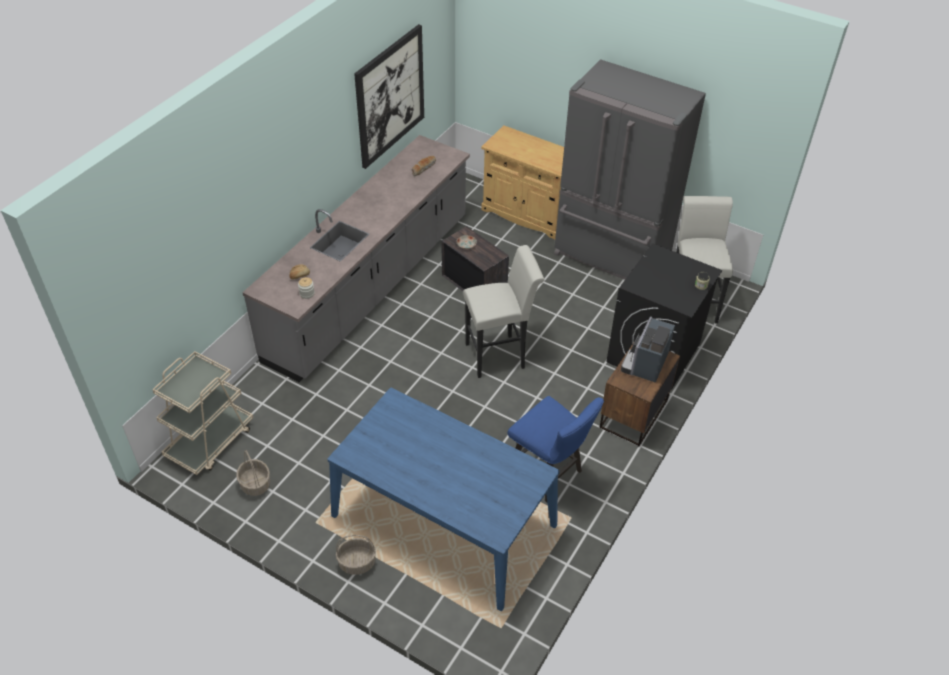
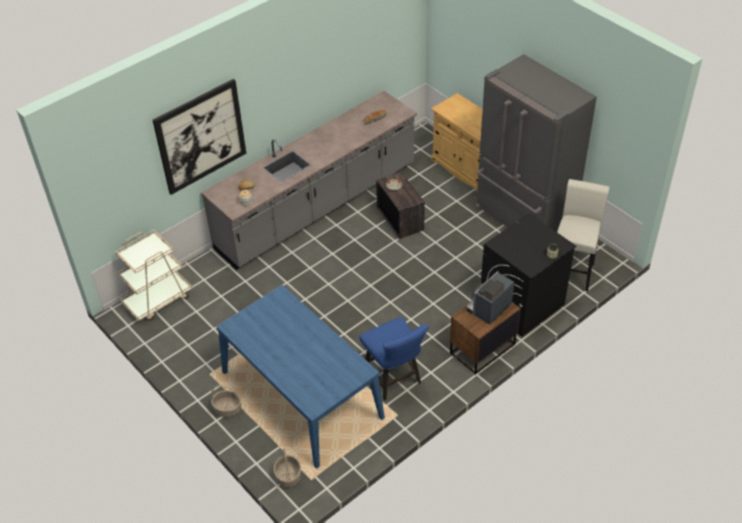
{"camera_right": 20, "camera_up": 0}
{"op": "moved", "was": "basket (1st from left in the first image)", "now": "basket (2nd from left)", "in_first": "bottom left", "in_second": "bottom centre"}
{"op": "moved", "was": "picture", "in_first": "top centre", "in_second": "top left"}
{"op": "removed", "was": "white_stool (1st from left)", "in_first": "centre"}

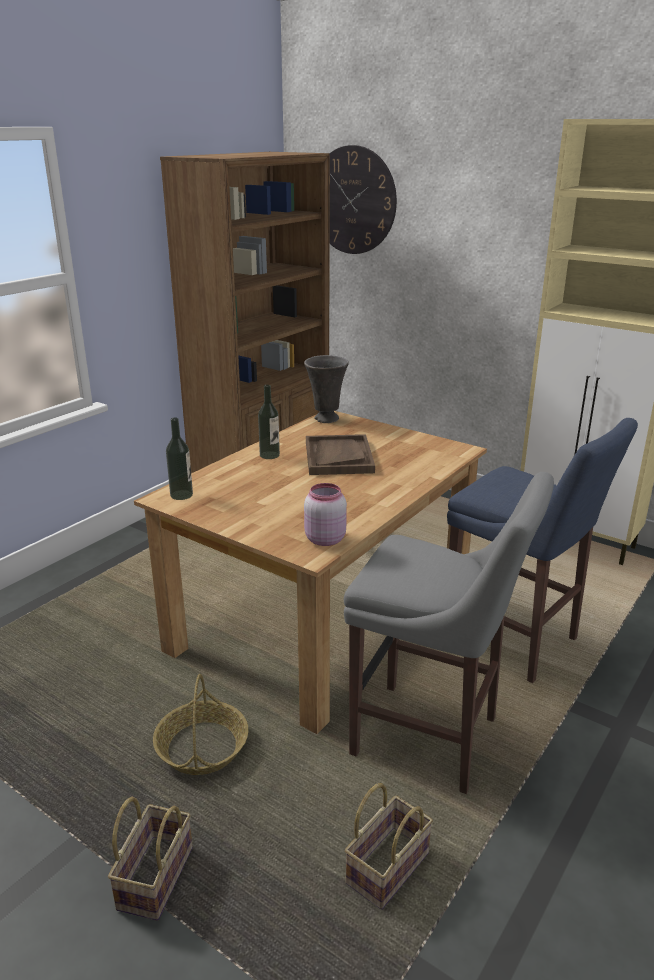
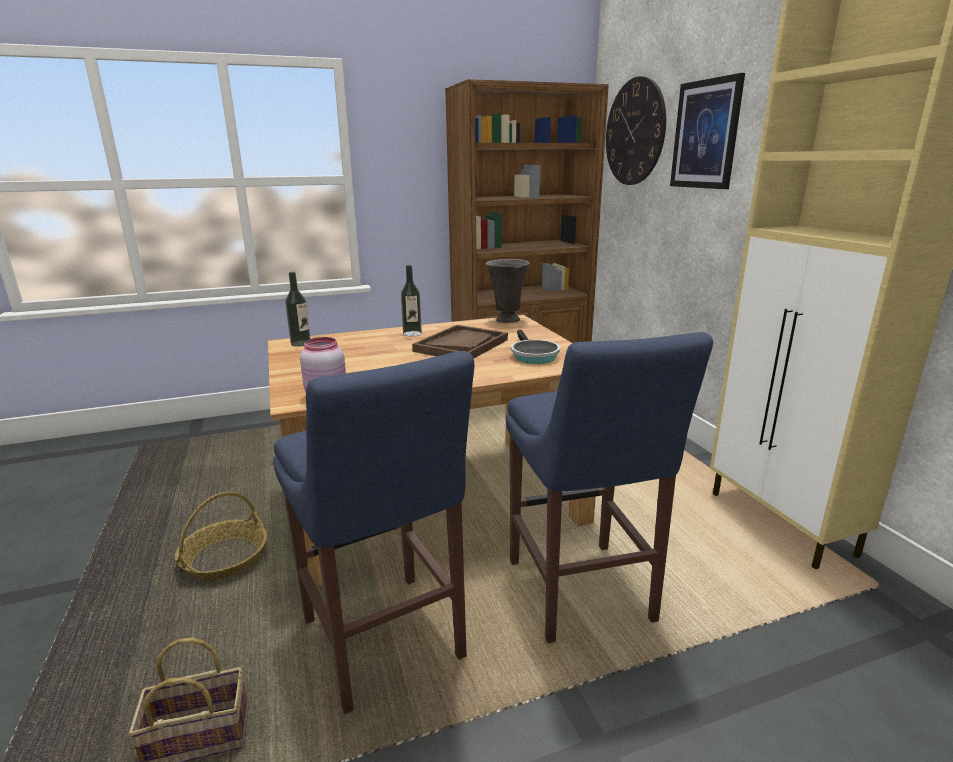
{"camera_right": 35, "camera_up": -5}
{"op": "removed", "was": "basket (1st from left)", "in_first": "bottom left"}
{"op": "recoloured", "was": "grey_stool", "now": "blue_stool (1st from left)", "in_first": "middle right", "in_second": "bottom centre"}
{"op": "added", "now": "frying_pan", "in_second": "centre"}
{"op": "added", "now": "picture", "in_second": "top right"}

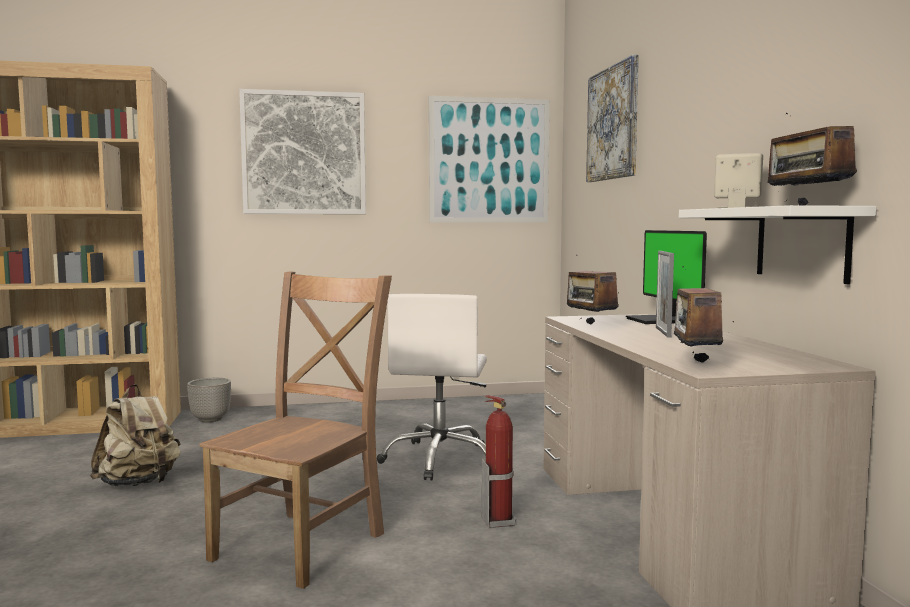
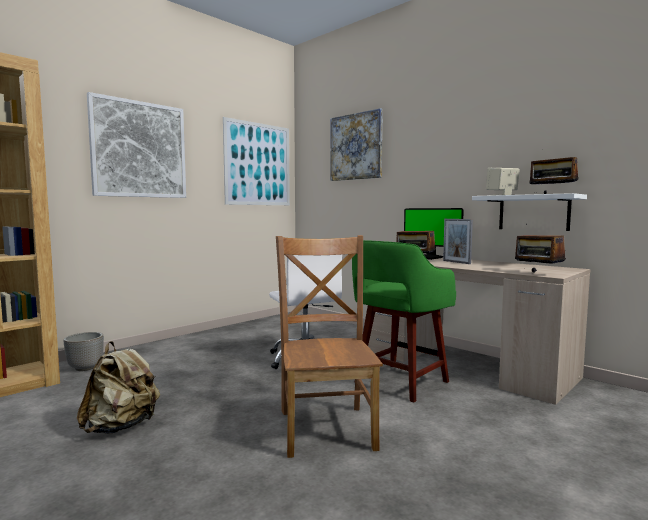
{"camera_right": -35, "camera_up": 0}
{"op": "replaced", "was": "fire_extinguisher", "now": "green_stool", "in_first": "bottom centre", "in_second": "centre"}

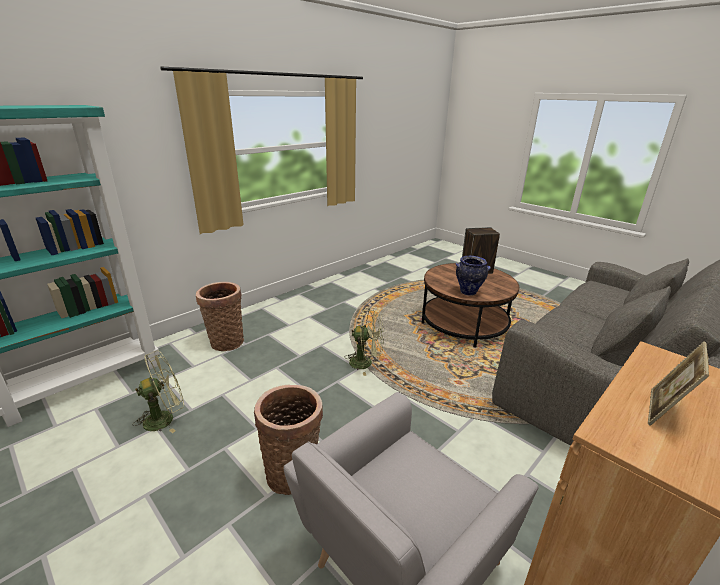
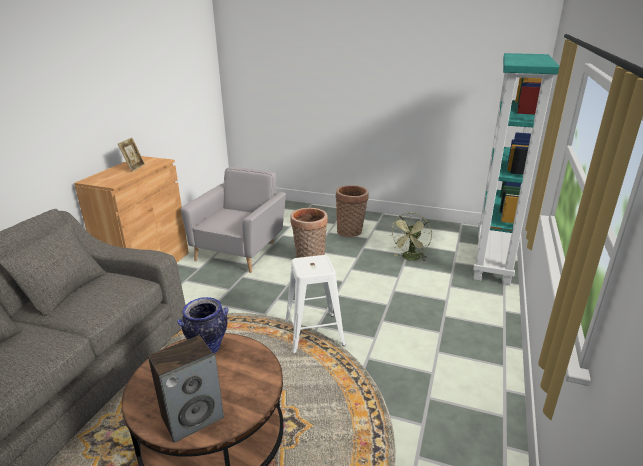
{"camera_right": 155, "camera_up": 0}
{"op": "moved", "was": "basket (1st from left in the first image)", "now": "basket (2nd from left)", "in_first": "middle left", "in_second": "centre"}
{"op": "replaced", "was": "green_fan (2nd from left)", "now": "white_stool", "in_first": "centre", "in_second": "centre"}

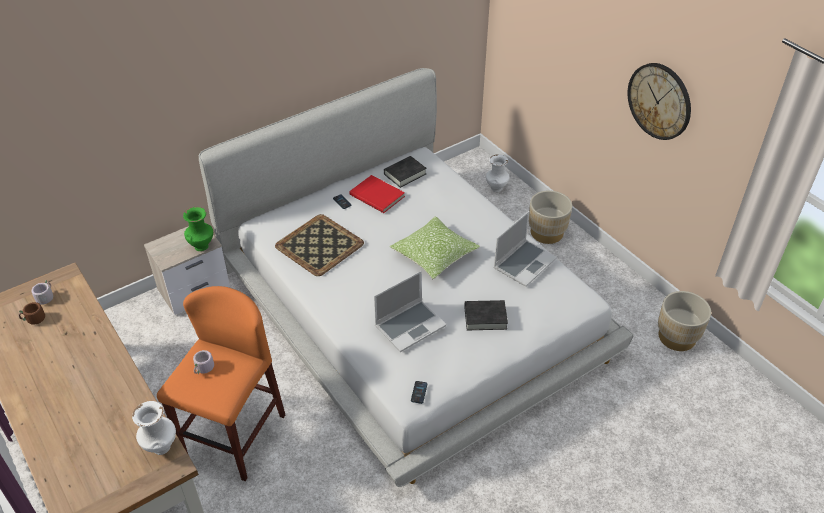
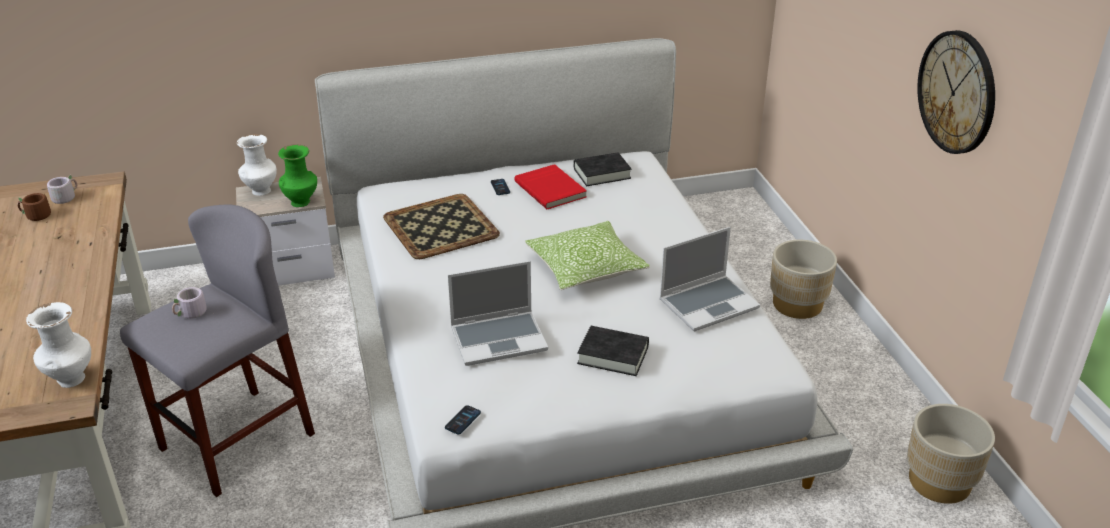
{"camera_right": 20, "camera_up": -10}
{"op": "recoloured", "was": "orange_stool", "now": "grey_stool", "in_first": "bottom left", "in_second": "middle left"}
{"op": "moved", "was": "white_vase (2nd from left)", "in_first": "centre", "in_second": "top left"}

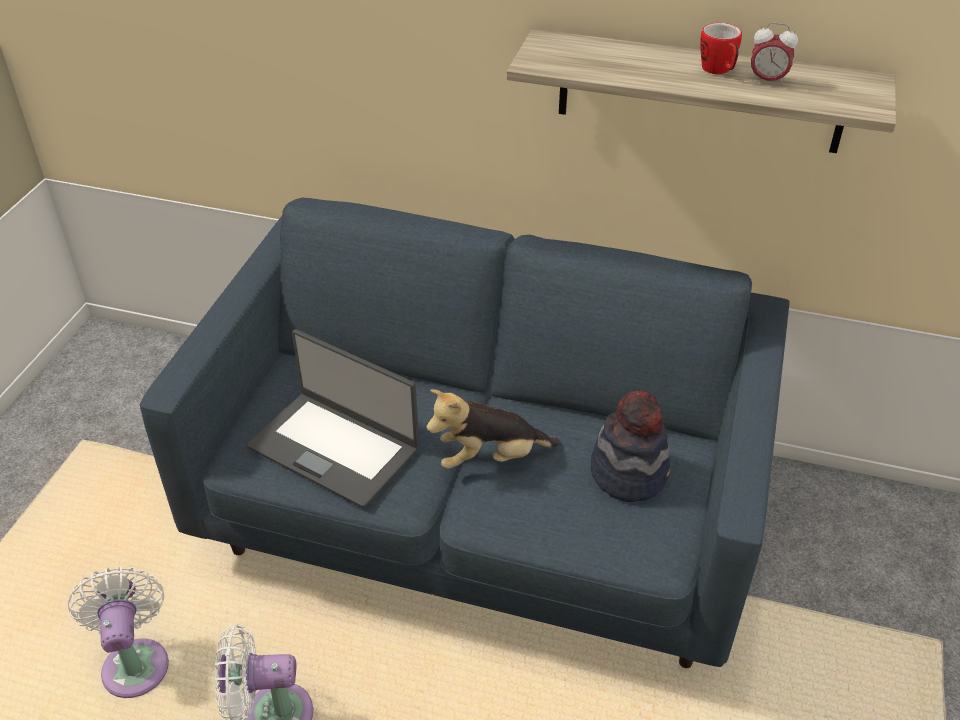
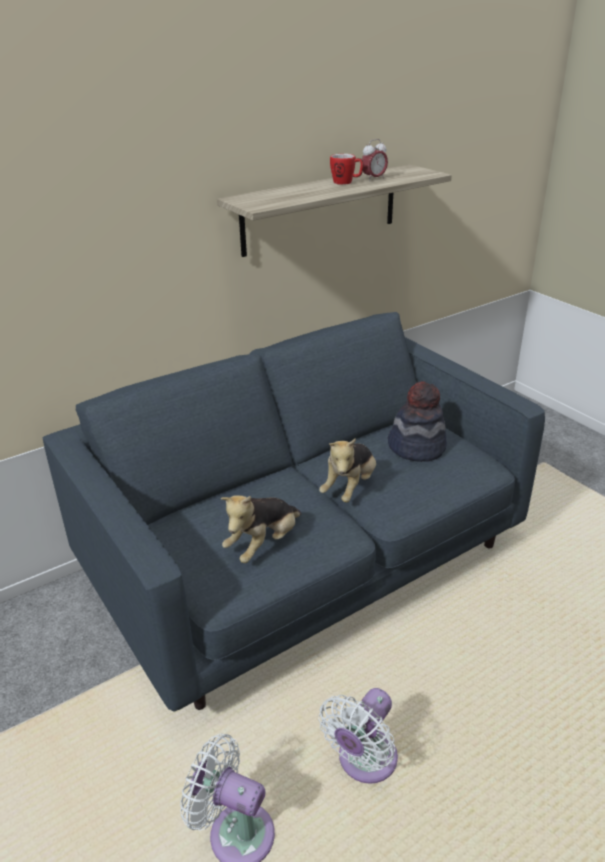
{"camera_right": -50, "camera_up": -10}
{"op": "replaced", "was": "laptop", "now": "plush_toy (1st from left)", "in_first": "centre", "in_second": "centre"}

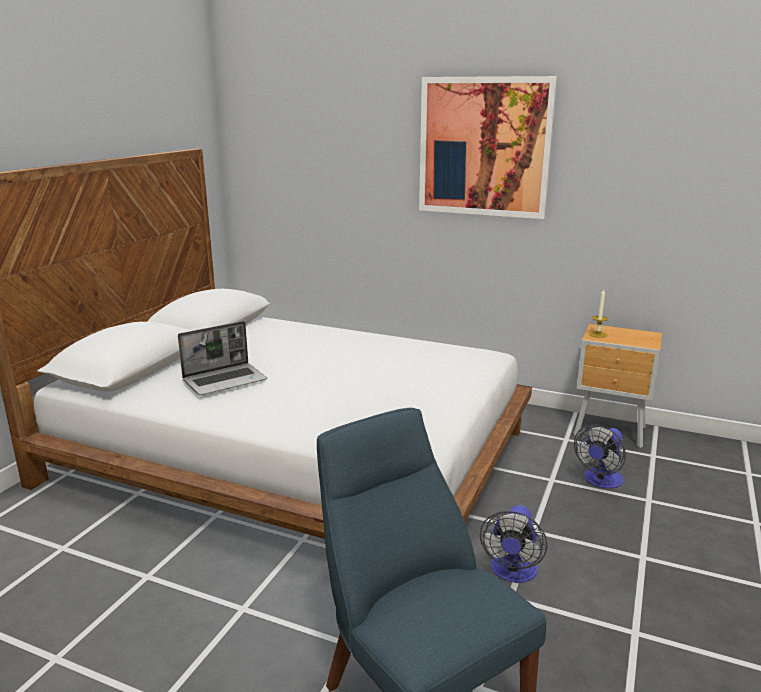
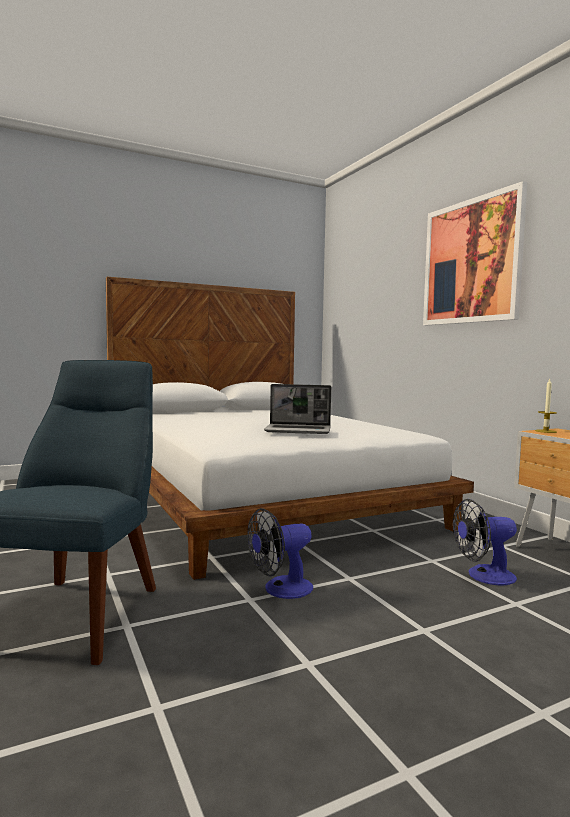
{"camera_right": 40, "camera_up": -15}
{"op": "moved", "was": "laptop", "in_first": "middle left", "in_second": "centre"}

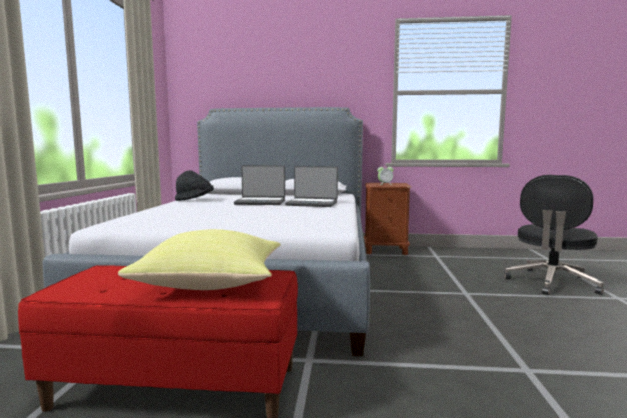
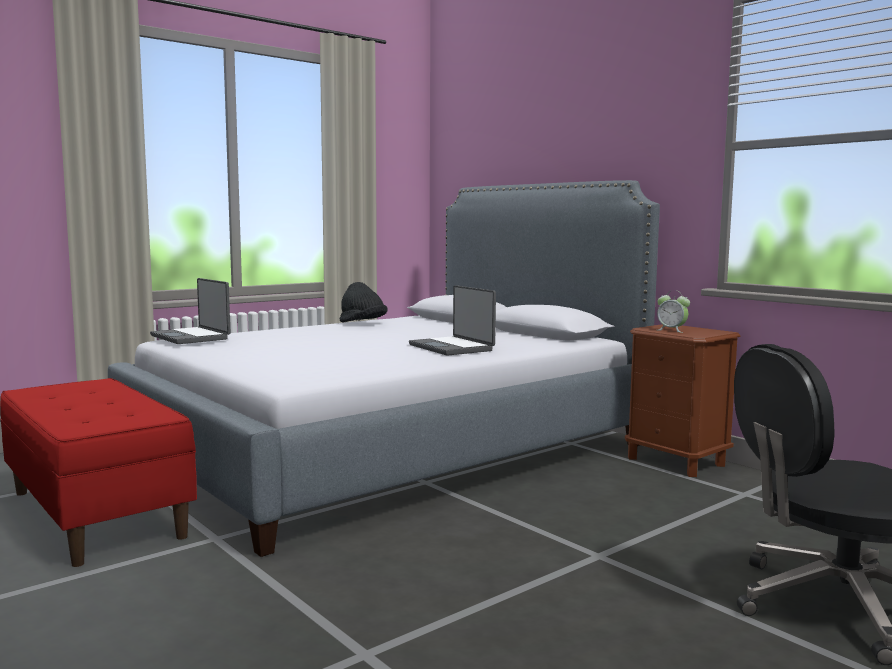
{"camera_right": 45, "camera_up": 0}
{"op": "removed", "was": "yellow_pillow", "in_first": "middle left"}
{"op": "moved", "was": "laptop (1st from left)", "in_first": "centre", "in_second": "middle left"}

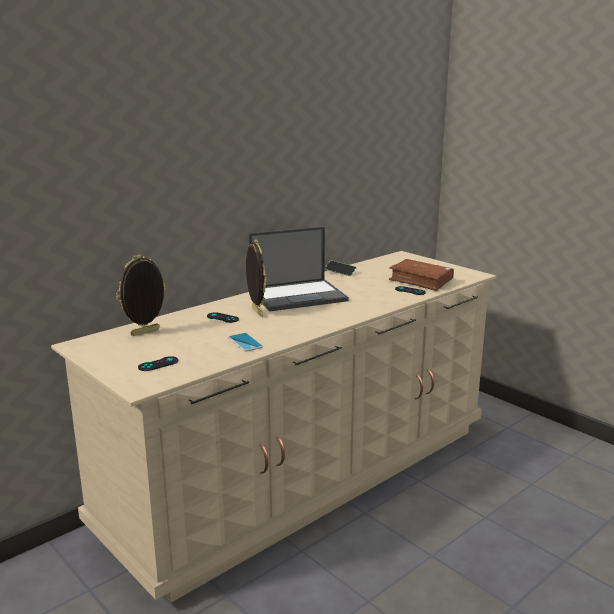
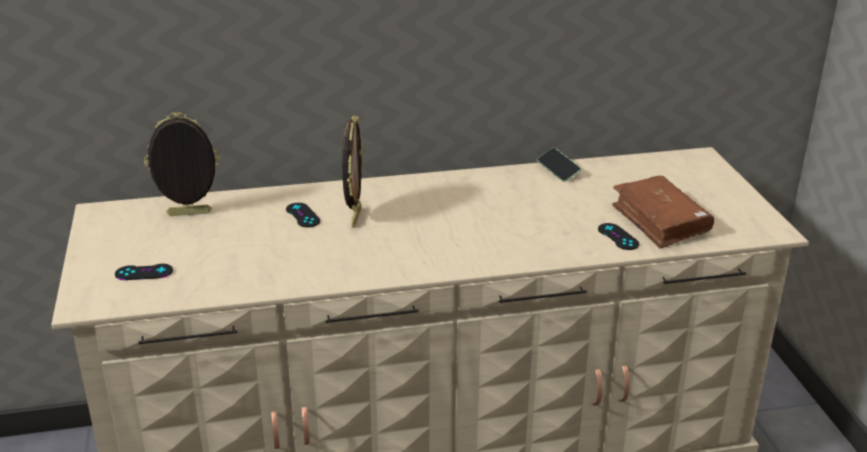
{"camera_right": 30, "camera_up": 10}
{"op": "removed", "was": "phone (1st from left)", "in_first": "centre"}
{"op": "removed", "was": "laptop", "in_first": "centre"}

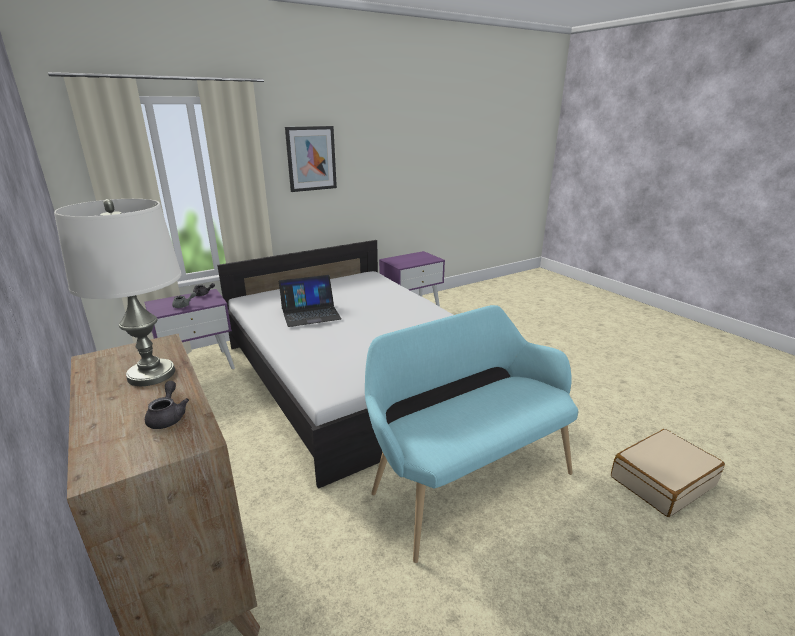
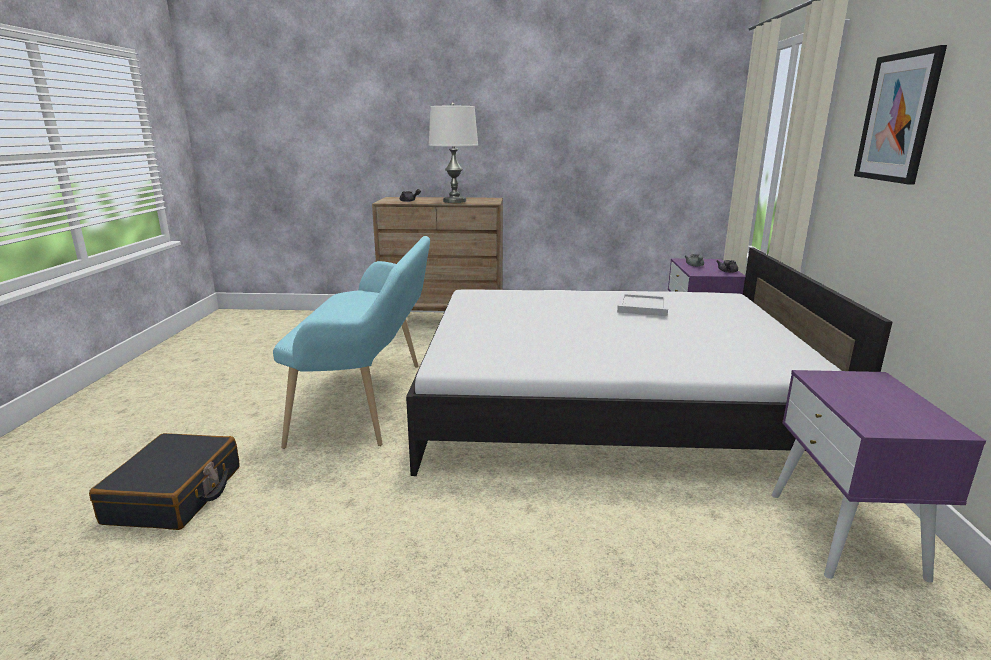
{"camera_right": 125, "camera_up": -5}
{"op": "replaced", "was": "laptop", "now": "white_tray", "in_first": "centre", "in_second": "centre"}
{"op": "recoloured", "was": "beige_suitcase", "now": "black_suitcase", "in_first": "bottom right", "in_second": "bottom left"}

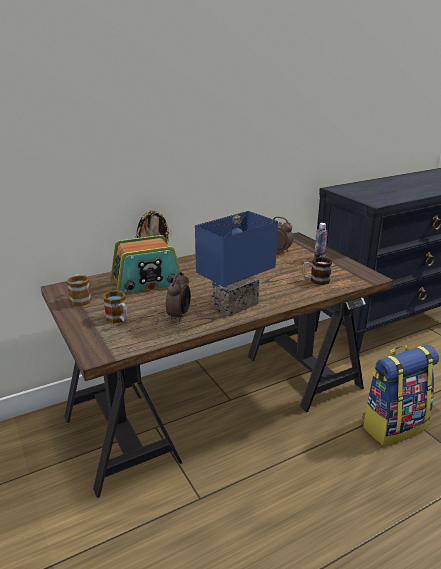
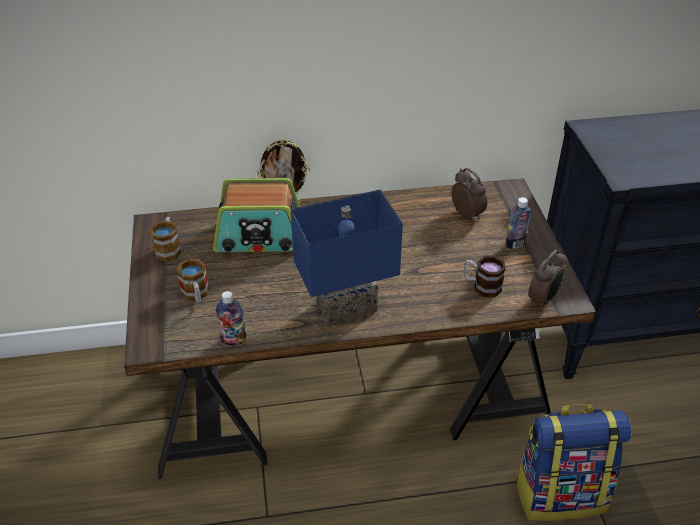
{"camera_right": 20, "camera_up": 15}
{"op": "moved", "was": "alarm_clock (1st from left in the first image)", "now": "alarm_clock (2nd from left)", "in_first": "centre", "in_second": "middle right"}
{"op": "added", "now": "bottle (1st from left)", "in_second": "middle left"}

